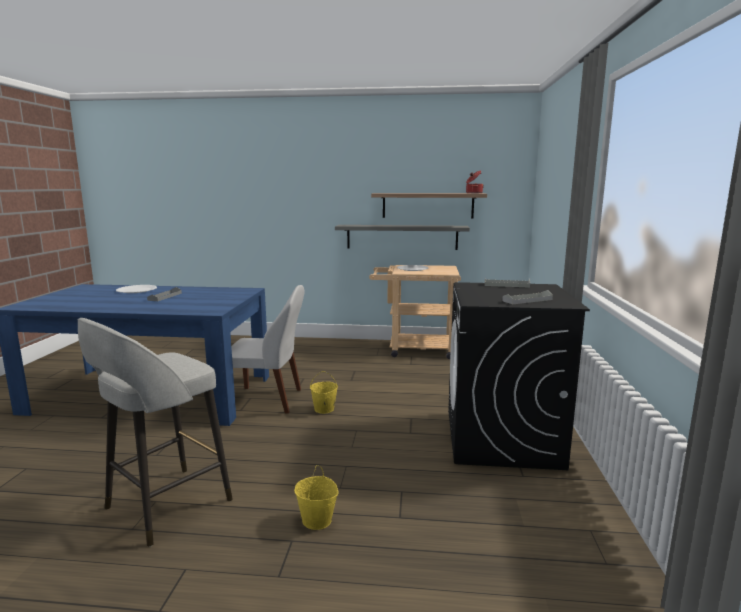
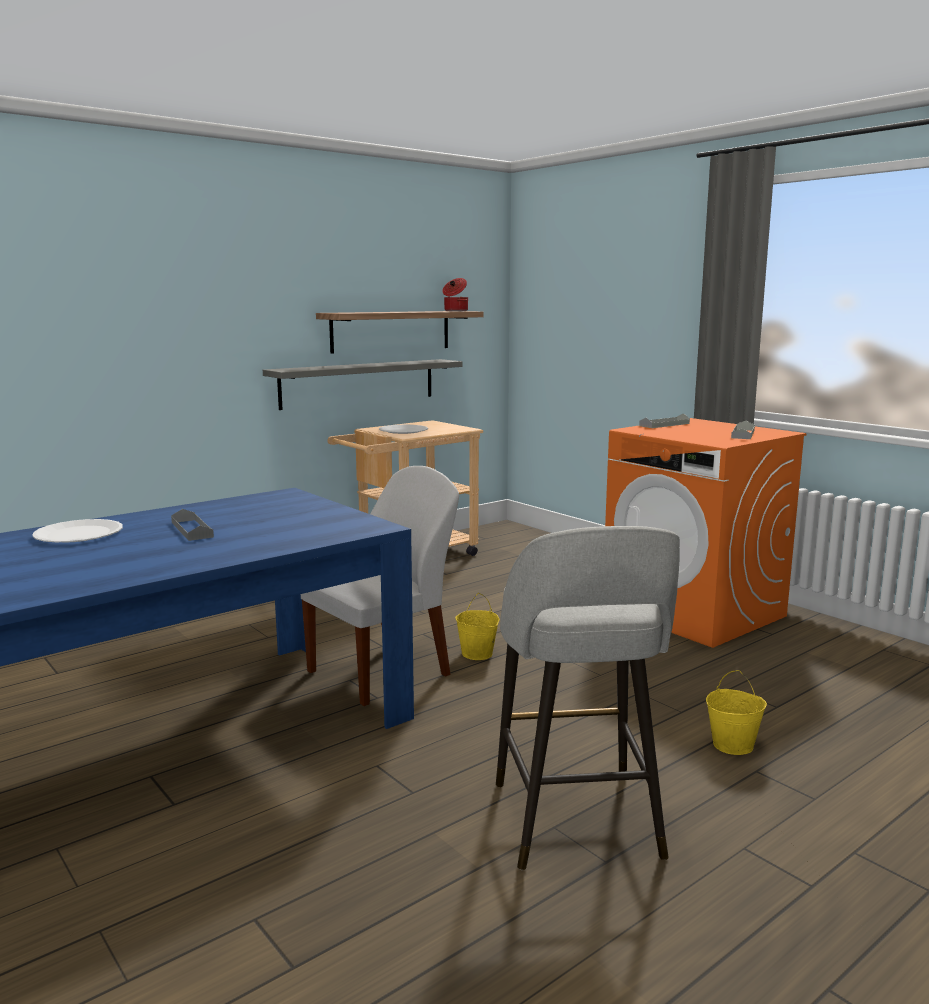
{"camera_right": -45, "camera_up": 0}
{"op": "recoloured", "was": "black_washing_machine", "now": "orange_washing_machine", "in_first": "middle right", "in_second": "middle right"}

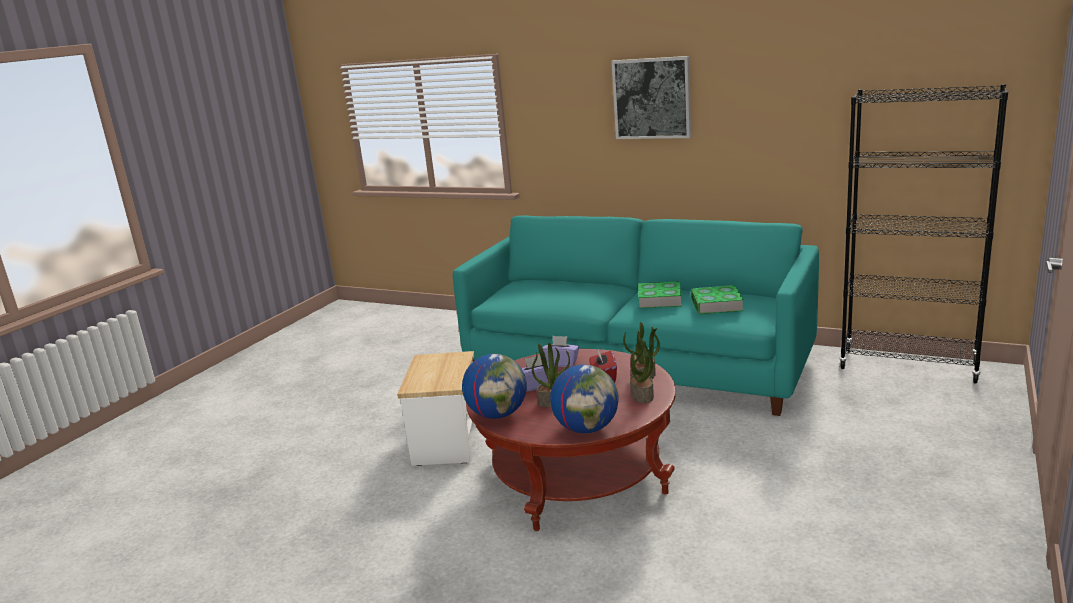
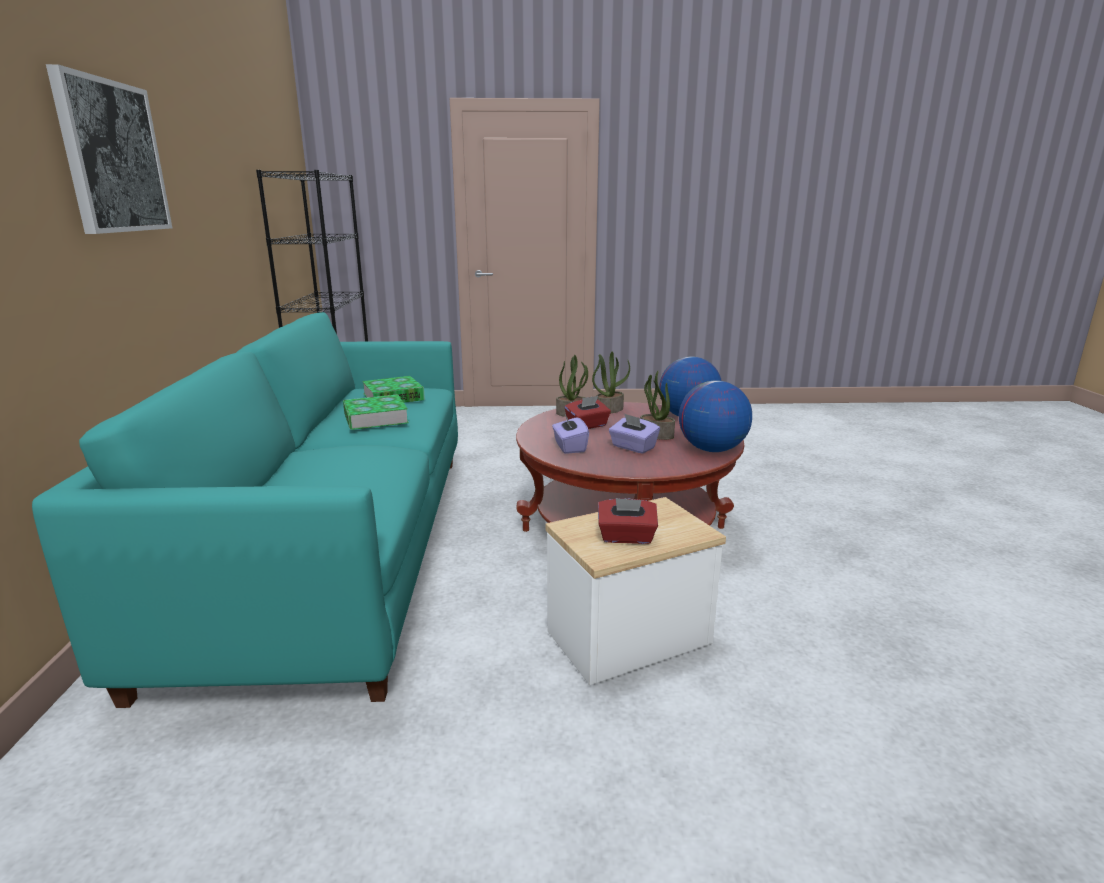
{"camera_right": -120, "camera_up": 0}
{"op": "added", "now": "red_tissue_box (2nd from left)", "in_second": "centre"}

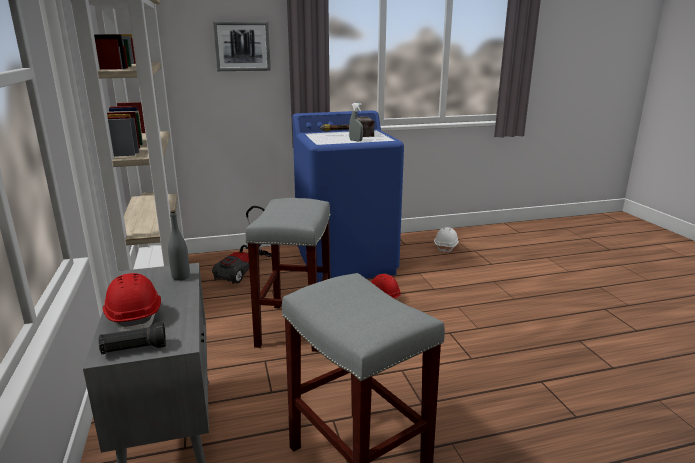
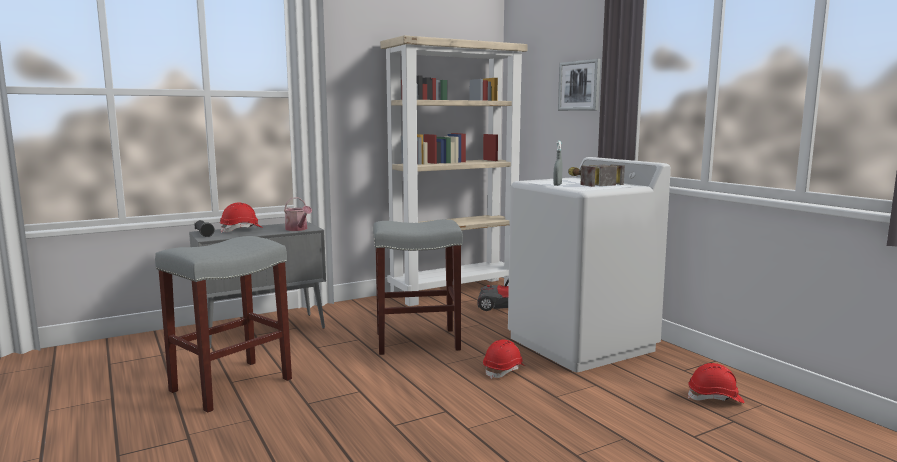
{"camera_right": 75, "camera_up": -10}
{"op": "replaced", "was": "grey_bottle", "now": "watering_can", "in_first": "middle left", "in_second": "middle left"}
{"op": "recoloured", "was": "blue_washing_machine", "now": "white_washing_machine", "in_first": "centre", "in_second": "centre"}
{"op": "recoloured", "was": "white_hard_hat", "now": "red_hard_hat (3rd from left)", "in_first": "centre", "in_second": "bottom right"}

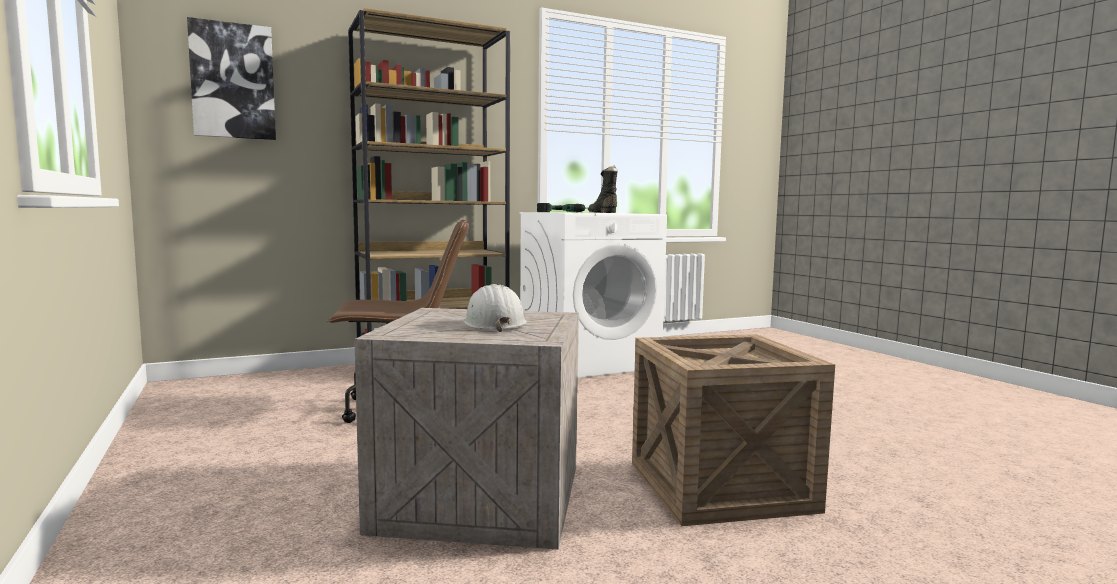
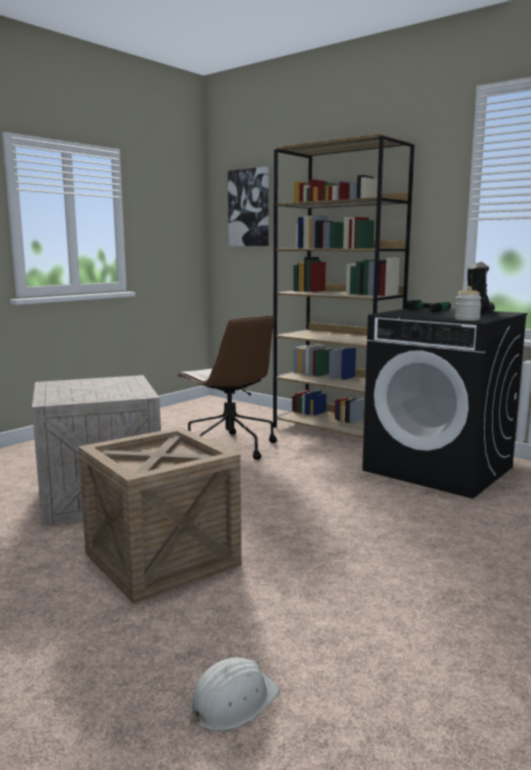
{"camera_right": 65, "camera_up": 5}
{"op": "moved", "was": "white_hard_hat", "in_first": "centre", "in_second": "bottom centre"}
{"op": "recoloured", "was": "white_washing_machine", "now": "black_washing_machine", "in_first": "centre", "in_second": "middle right"}
{"op": "added", "now": "jar", "in_second": "middle right"}

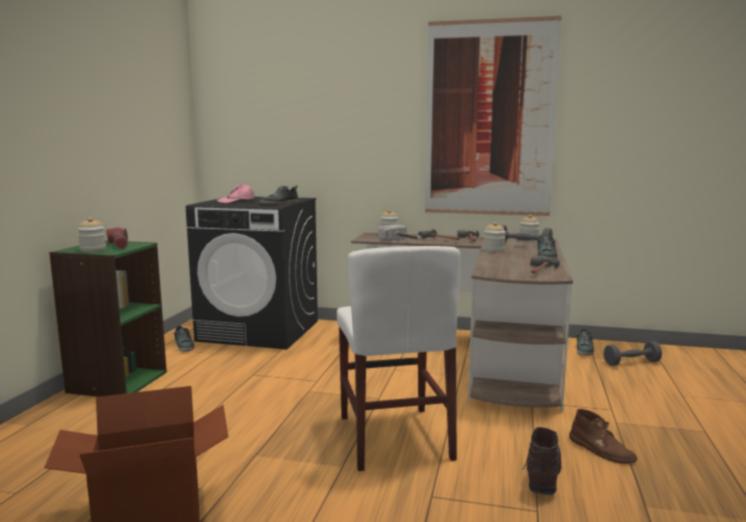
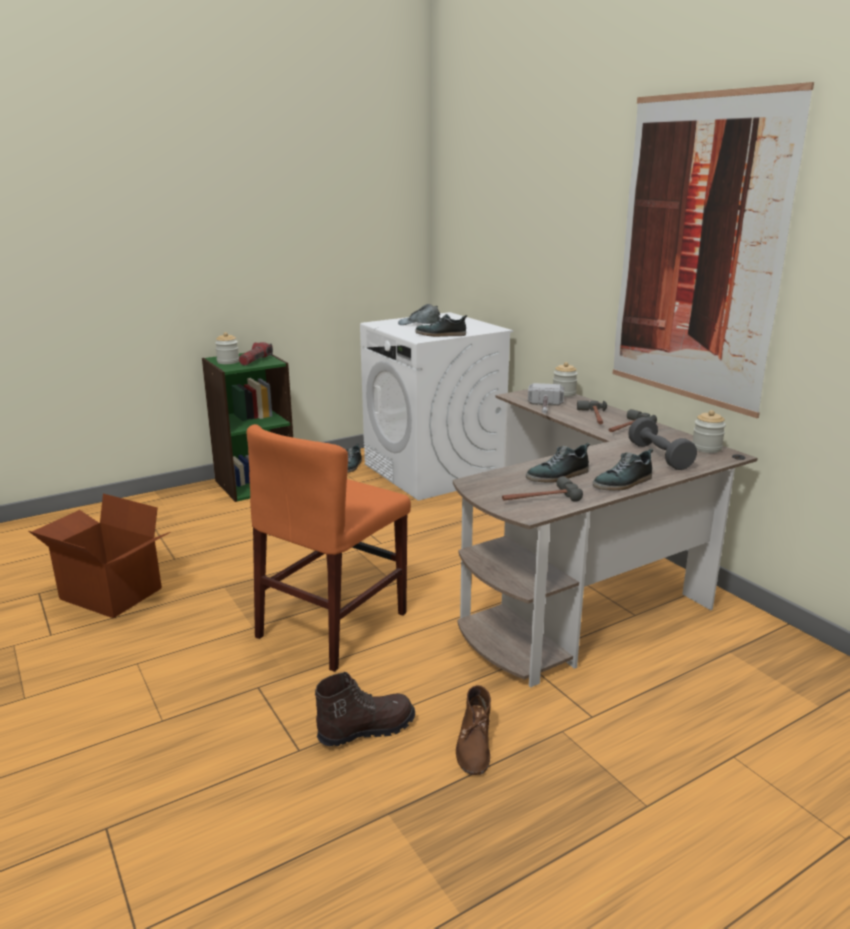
{"camera_right": 45, "camera_up": 10}
{"op": "recoloured", "was": "black_washing_machine", "now": "white_washing_machine", "in_first": "centre", "in_second": "centre"}
{"op": "recoloured", "was": "pink_cap", "now": "grey_cap", "in_first": "middle left", "in_second": "centre"}
{"op": "recoloured", "was": "white_chair", "now": "orange_chair", "in_first": "bottom centre", "in_second": "centre"}
{"op": "removed", "was": "jar (3rd from left)", "in_first": "centre"}
{"op": "moved", "was": "shoe (4th from left in the first image)", "now": "shoe (3rd from left)", "in_first": "middle right", "in_second": "centre"}
{"op": "removed", "was": "grey_dumbbell (2nd from left)", "in_first": "bottom right"}

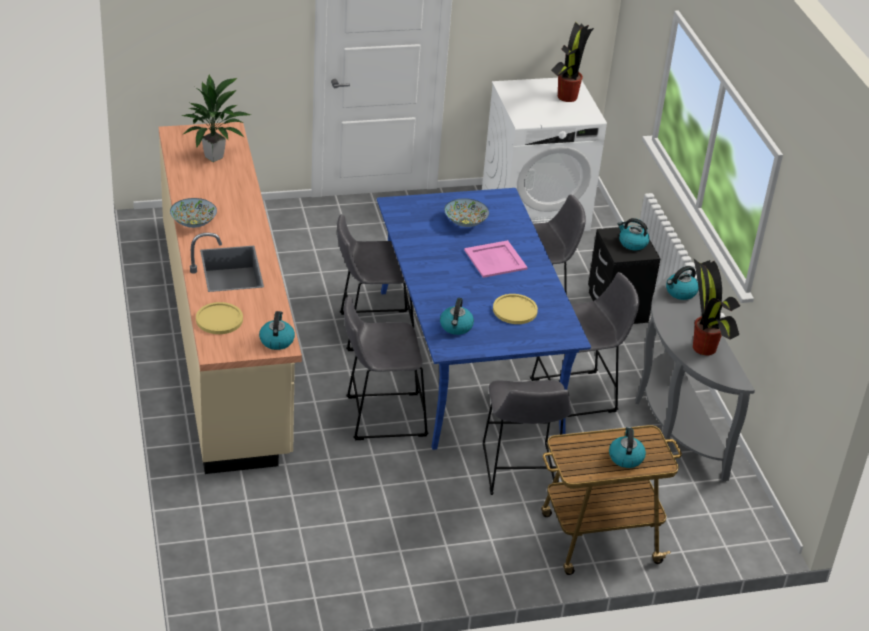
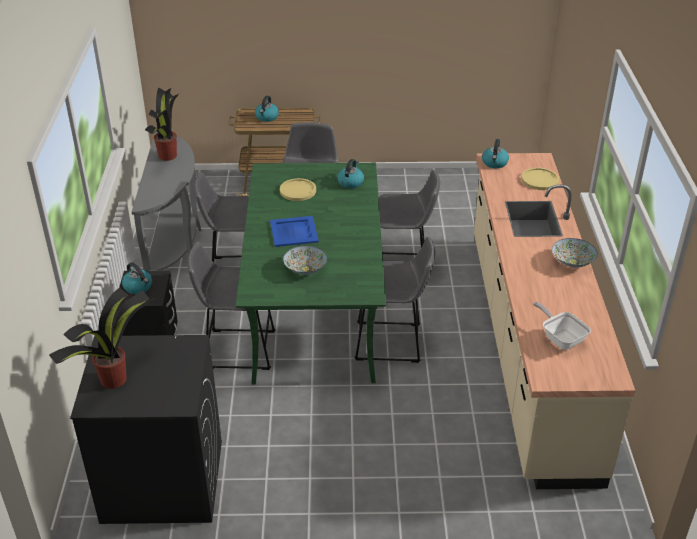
{"camera_right": -165, "camera_up": 0}
{"op": "replaced", "was": "potted_plant (1st from left)", "now": "frying_pan", "in_first": "top left", "in_second": "middle right"}
{"op": "recoloured", "was": "blue_dining_table", "now": "green_dining_table", "in_first": "centre", "in_second": "centre"}
{"op": "recoloured", "was": "pink_tray", "now": "blue_tray", "in_first": "centre", "in_second": "centre"}
{"op": "recoloured", "was": "white_washing_machine", "now": "black_washing_machine", "in_first": "top centre", "in_second": "bottom left"}
{"op": "removed", "was": "kettle (5th from left)", "in_first": "middle right"}

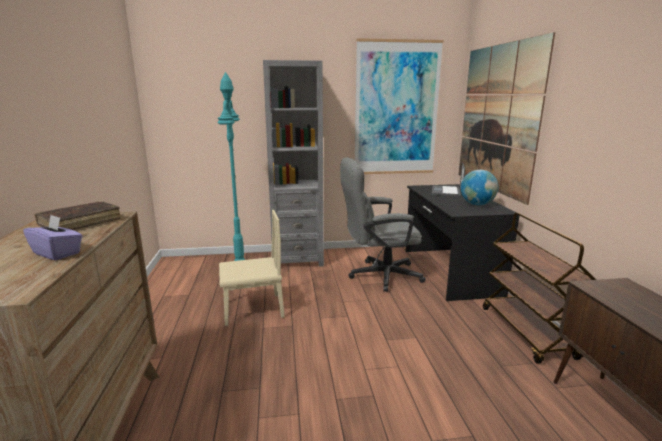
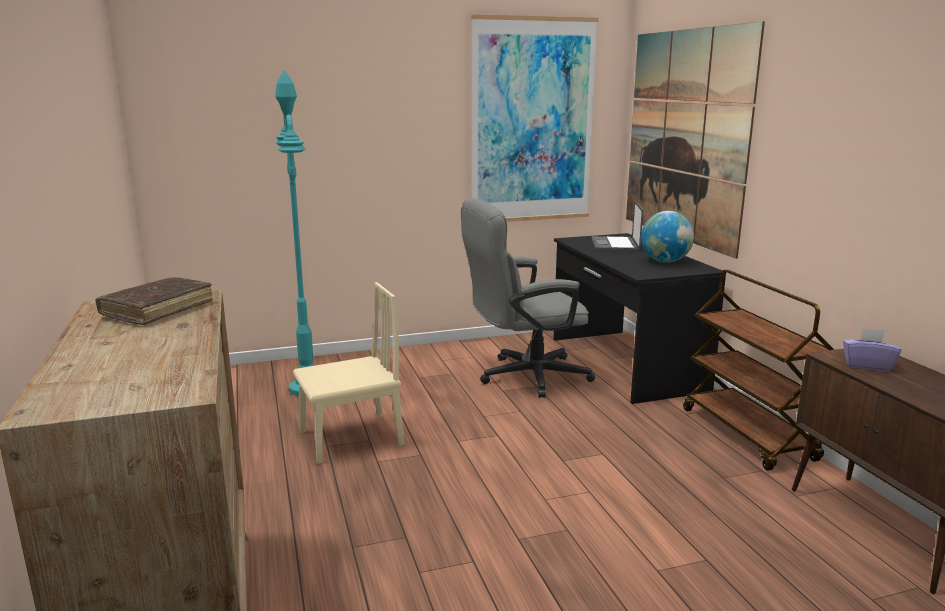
{"camera_right": -10, "camera_up": 0}
{"op": "moved", "was": "purple_tissue_box", "in_first": "middle left", "in_second": "middle right"}
{"op": "removed", "was": "grey_bookcase", "in_first": "centre"}

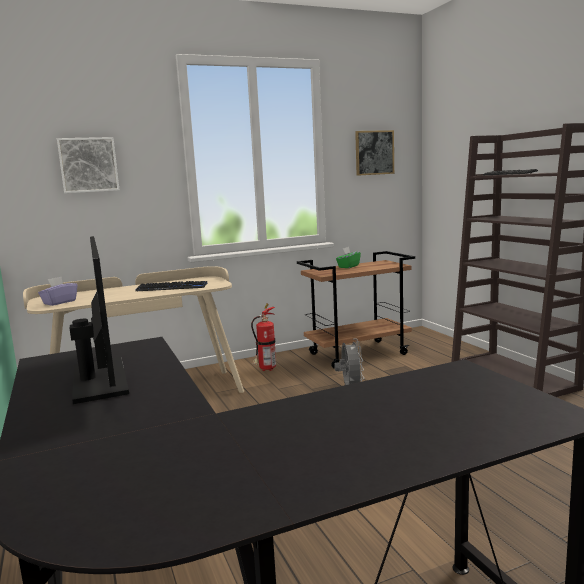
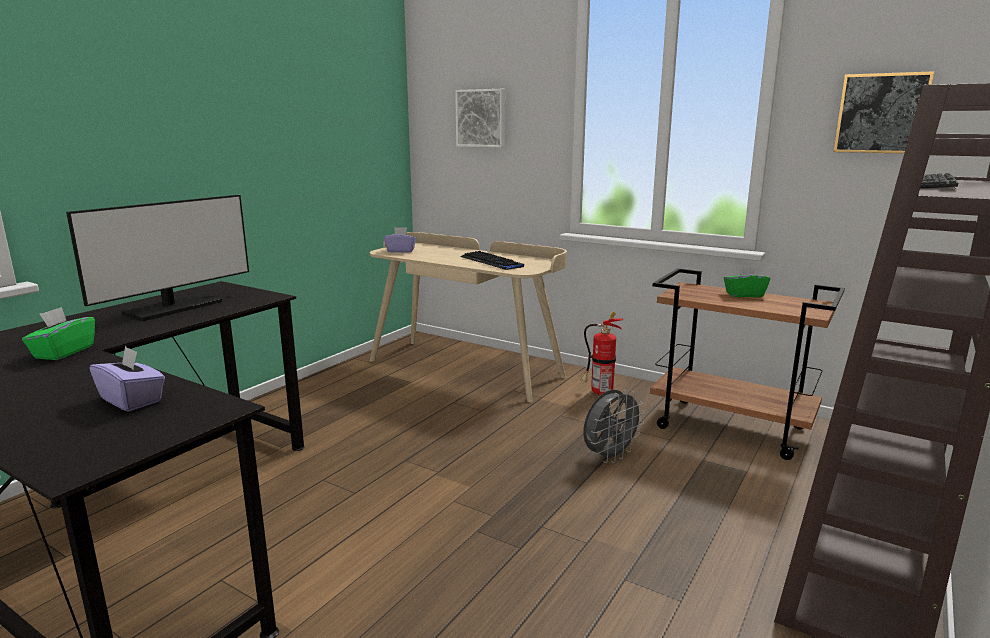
{"camera_right": 55, "camera_up": 5}
{"op": "added", "now": "green_tissue_box (1st from left)", "in_second": "middle left"}
{"op": "added", "now": "purple_tissue_box (1st from left)", "in_second": "middle left"}

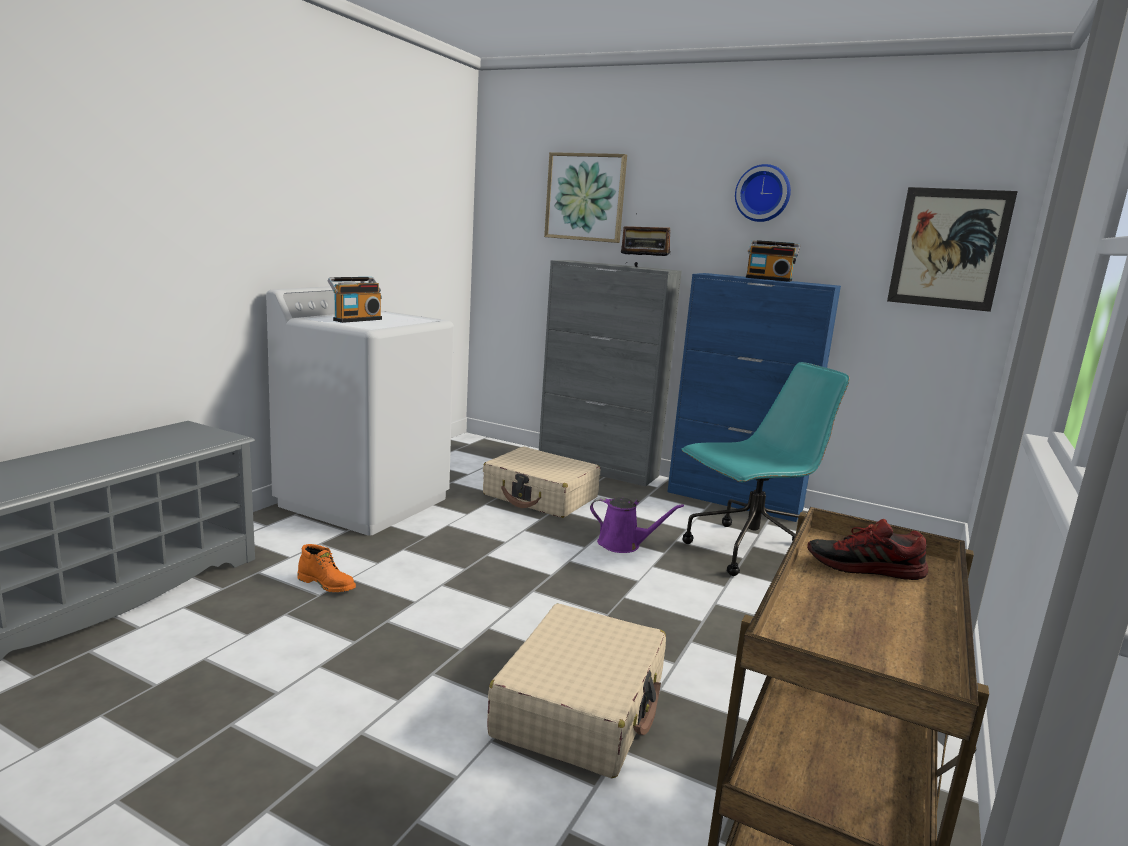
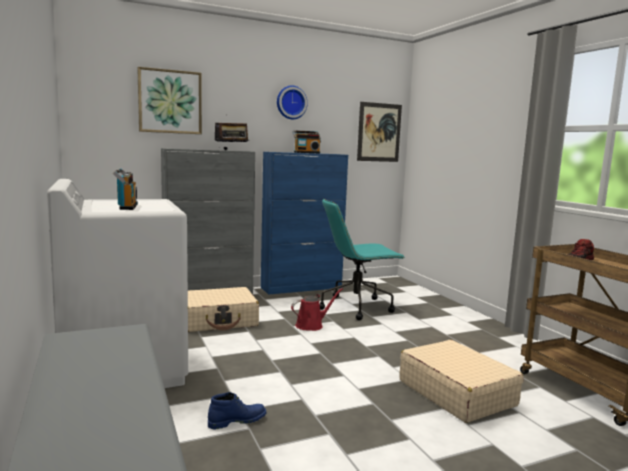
{"camera_right": -50, "camera_up": -5}
{"op": "recoloured", "was": "orange_boot", "now": "blue_boot", "in_first": "bottom left", "in_second": "bottom centre"}
{"op": "recoloured", "was": "purple_watering_can", "now": "red_watering_can", "in_first": "centre", "in_second": "centre"}
{"op": "turned", "was": "turquoise_office_chair", "in_first": "middle right", "in_second": "centre", "clockwise": -120}

